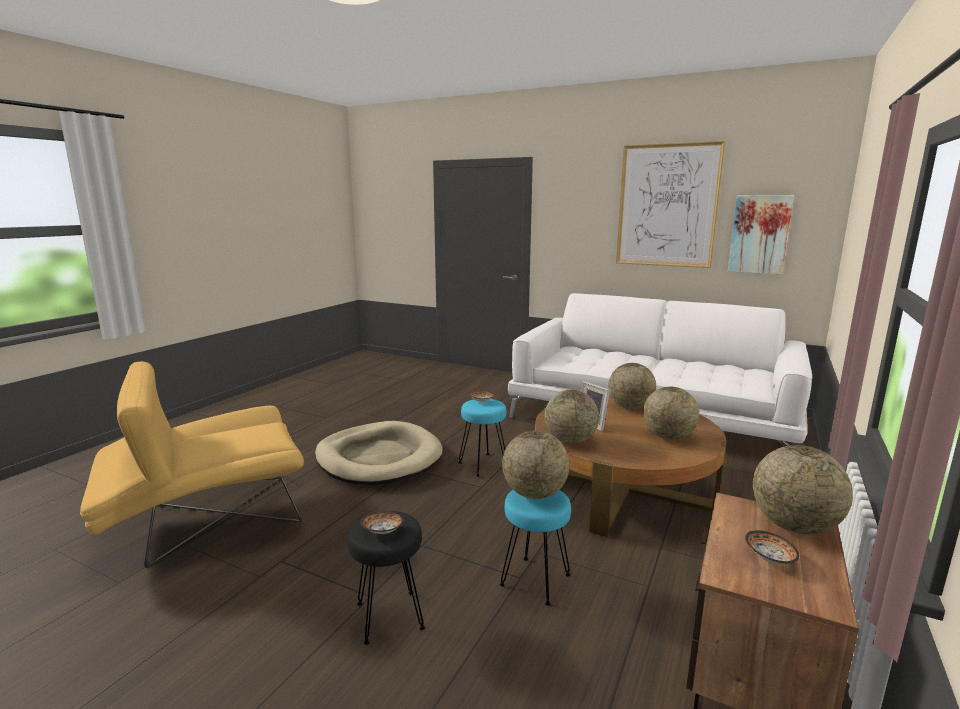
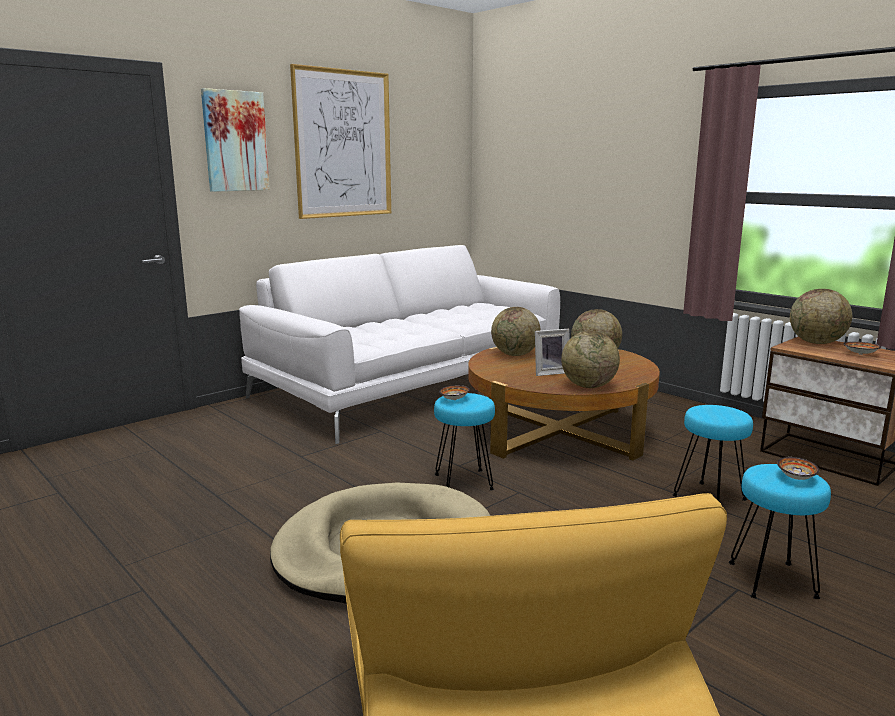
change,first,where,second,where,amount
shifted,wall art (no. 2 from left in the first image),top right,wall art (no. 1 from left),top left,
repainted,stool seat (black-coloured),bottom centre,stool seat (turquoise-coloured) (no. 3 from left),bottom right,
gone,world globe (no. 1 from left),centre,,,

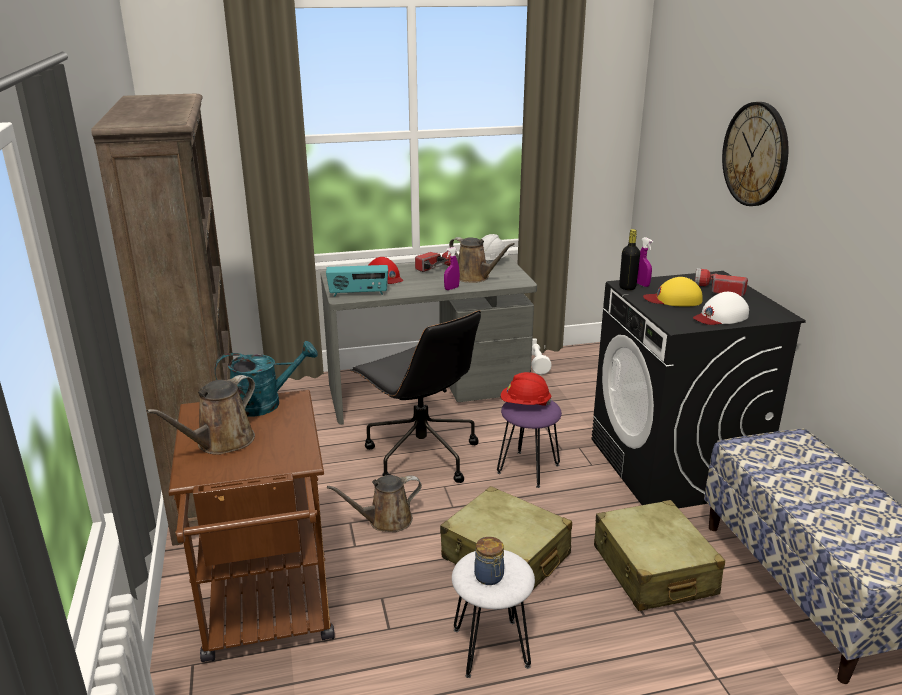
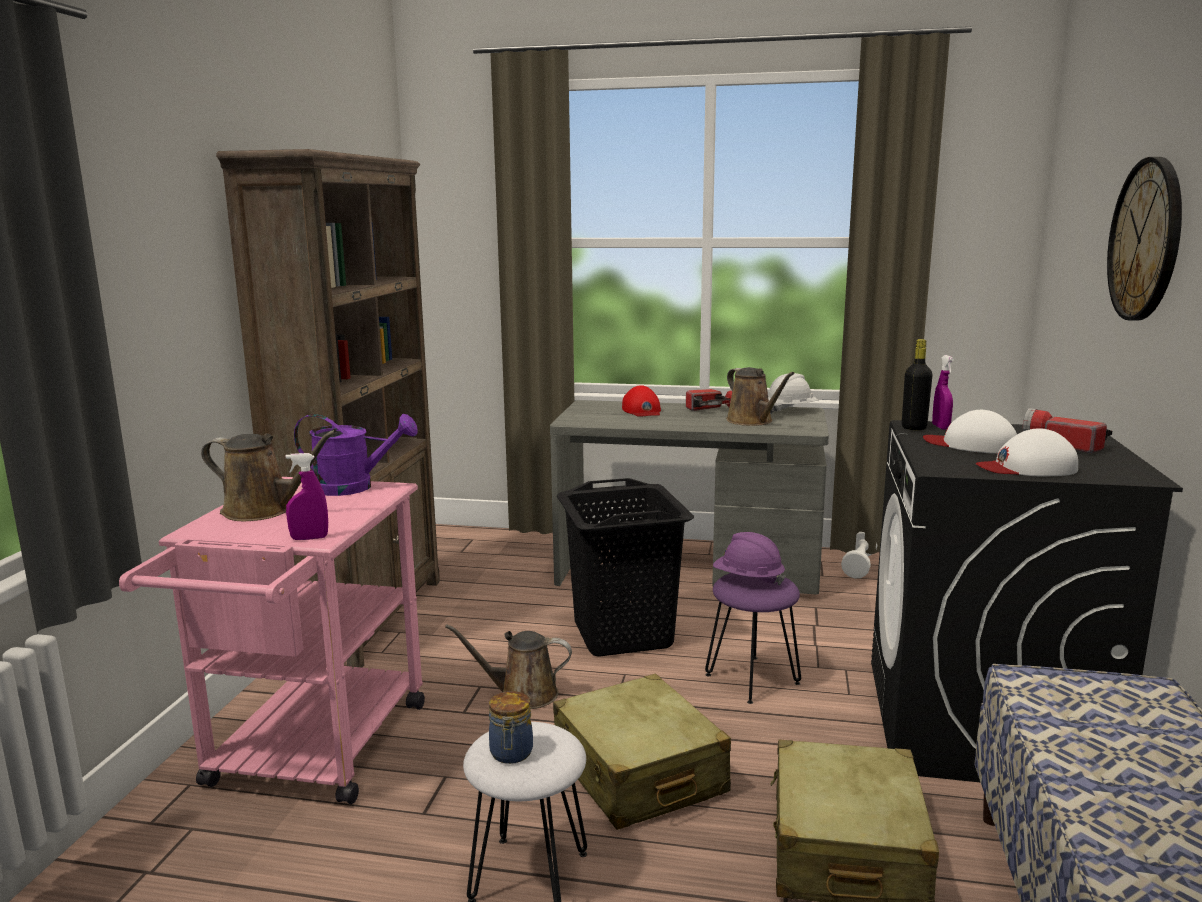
change,first,where,second,where,amount
repainted,cart (brown),bottom left,cart (pinkish),bottom left,
rotated,sprinkling can (brown) (no. 1 from left),middle left,,middle left,135 degrees counterclockwise
shifted,spray bottle (purple-coloured) (no. 1 from left),centre,,middle left,
repainted,sprinkling can (turquoise-coloured),middle left,sprinkling can (purple-coloured),middle left,
swapped,desk chair (black-coloured),centre,washing basket (black-coloured),centre,
repainted,work helmet (reddish),centre,work helmet (purple-coloured),centre,
repainted,peaked cap (yellow-coloured),middle right,peaked cap (white) (no. 1 from left),middle right,
gone,radio set,centre,,,

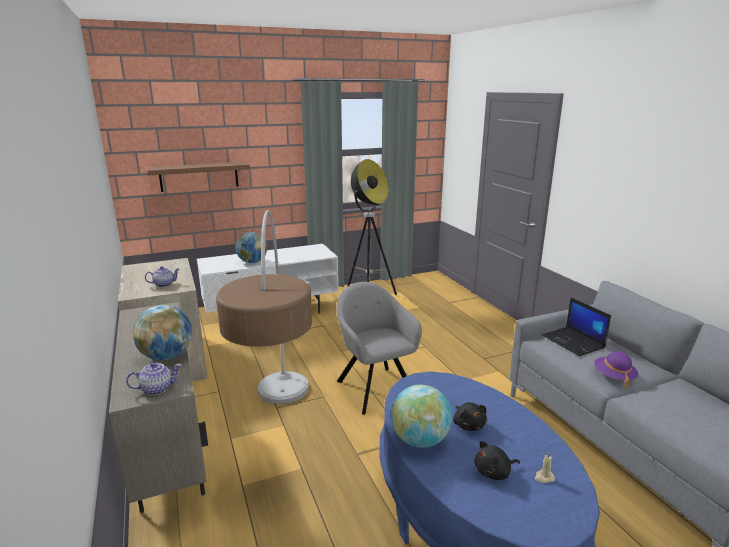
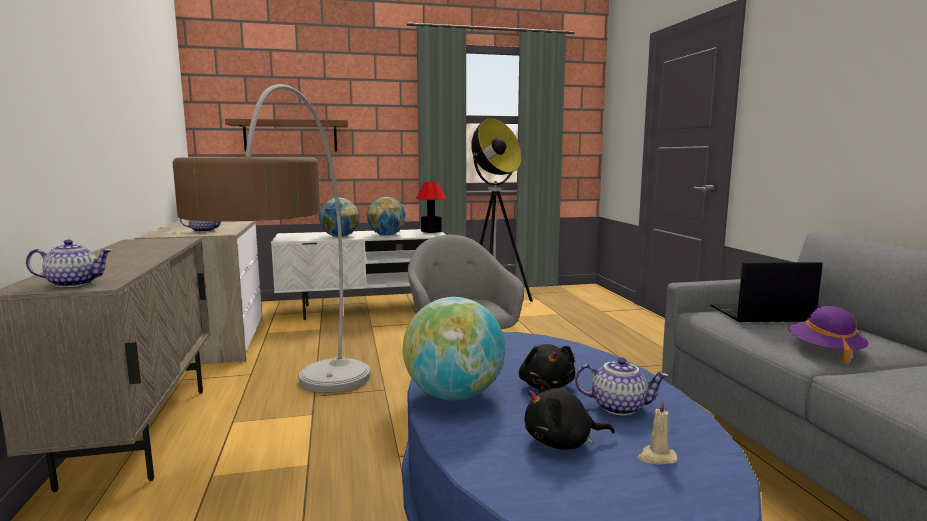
change,first,where,second,where,amount
shifted,world globe (no. 1 from left in the first image),middle left,world globe (no. 2 from left),centre,
new,,,lamp for a table,centre,
new,,,tea pot (no. 3 from left),bottom right,
rotated,portable computer,middle right,,middle right,105 degrees clockwise

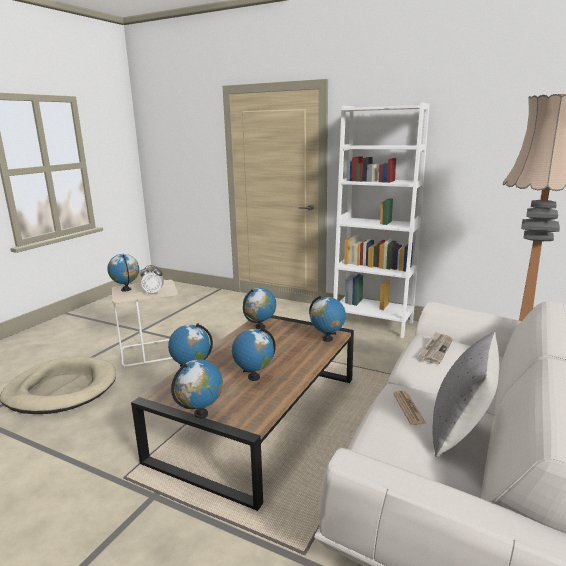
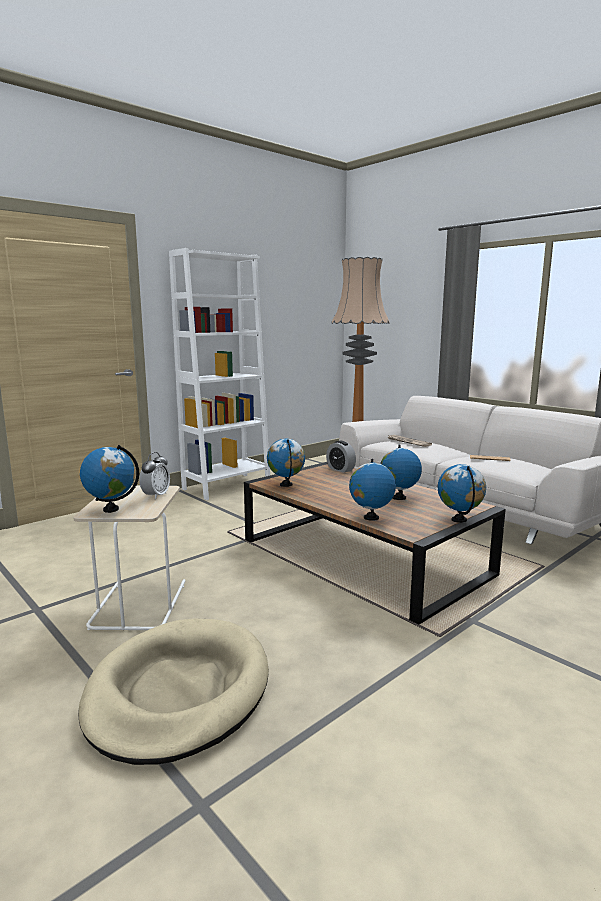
change,first,where,second,where,amount
swapped,world globe (no. 6 from left),centre,alarm clock (no. 2 from left),centre,
gone,cushion (grey),bottom right,,,

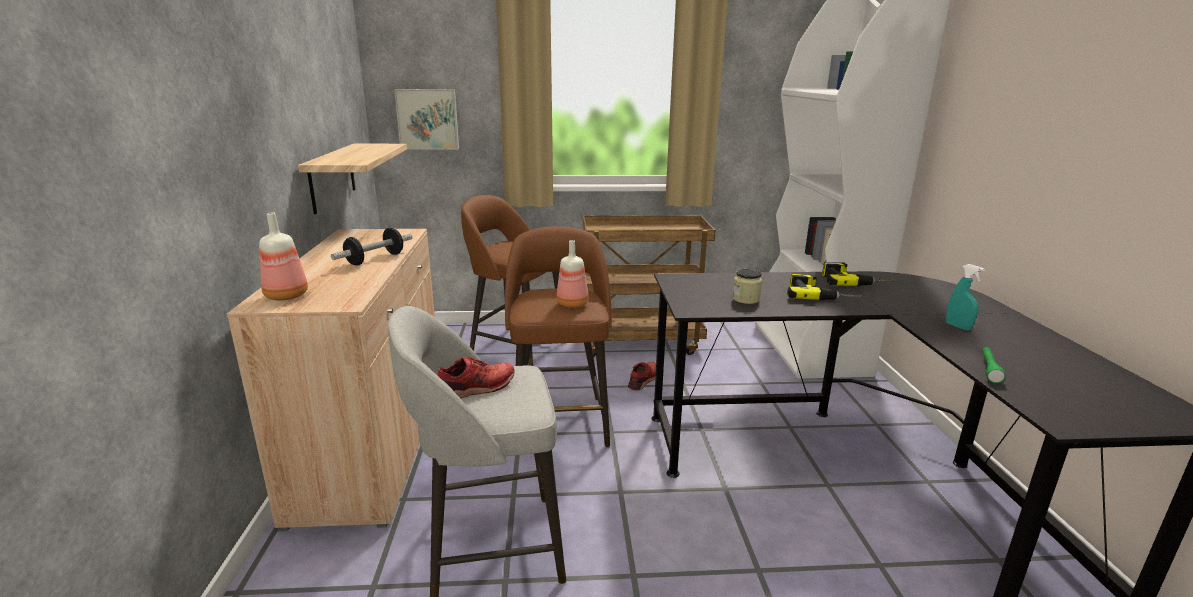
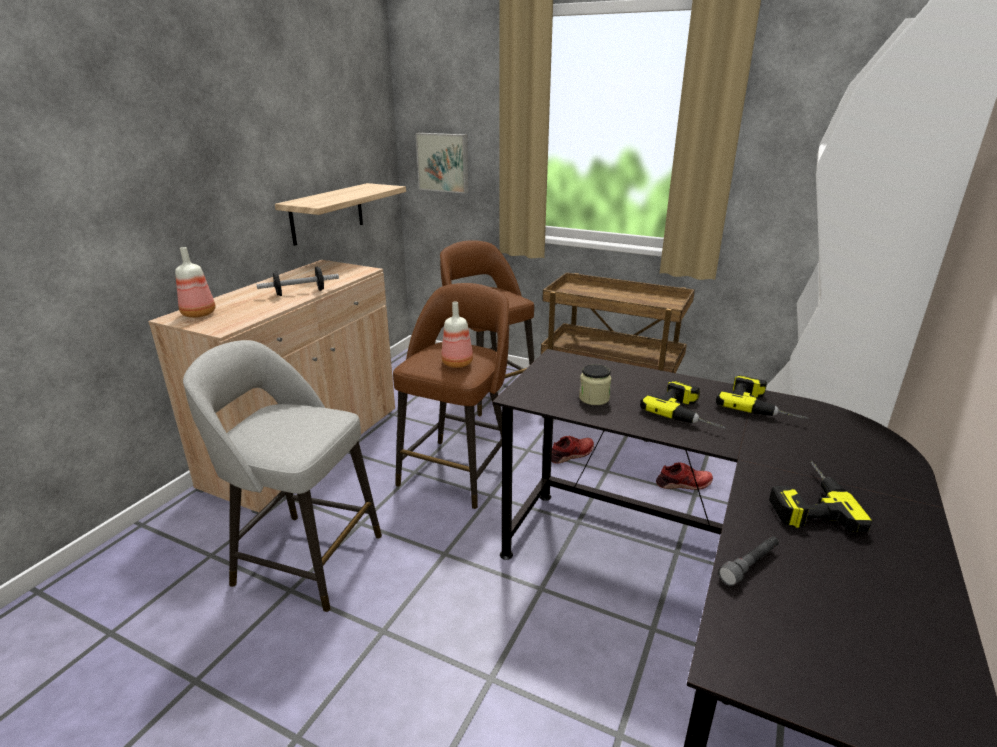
change,first,where,second,where,amount
shifted,shoe (reddish) (no. 1 from left in the first image),centre,shoe (reddish) (no. 2 from left),middle right,
repainted,torch (green),middle right,torch (grey),bottom right,
swapped,spray bottle (turquoise-coloured),middle right,electric drill (no. 3 from left),middle right,

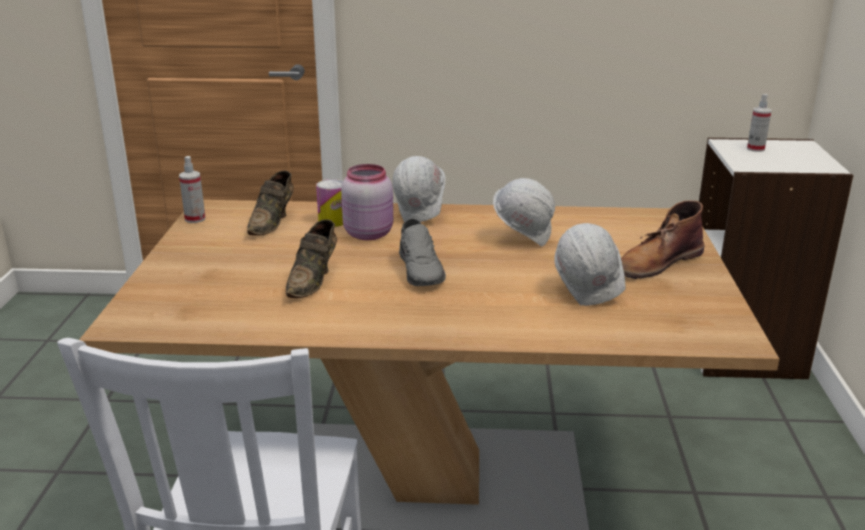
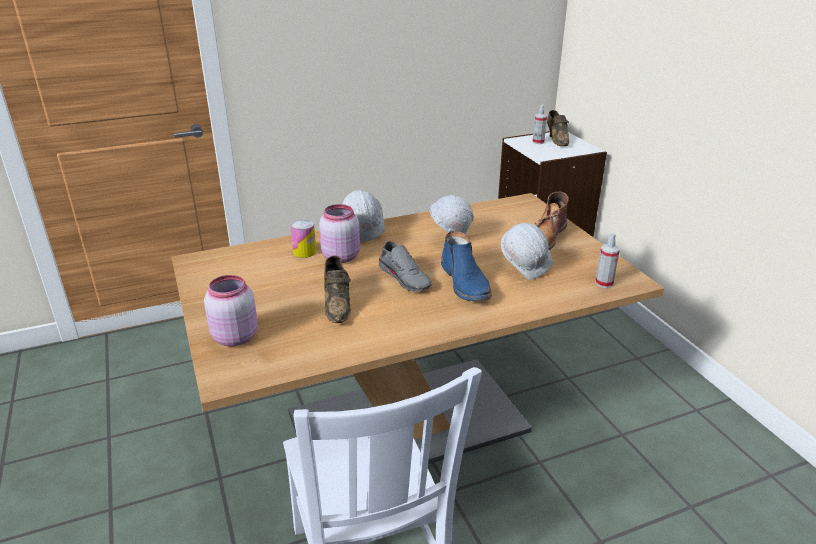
change,first,where,second,where,amount
new,,,storage jar (pinkish) (no. 1 from left),middle left,
new,,,high-top boot (blue),centre,
shifted,shoe (brown) (no. 1 from left in the first image),middle left,shoe (brown) (no. 2 from left),top right,
shifted,spray bottle (no. 1 from left in the first image),middle left,spray bottle (no. 2 from left),middle right,

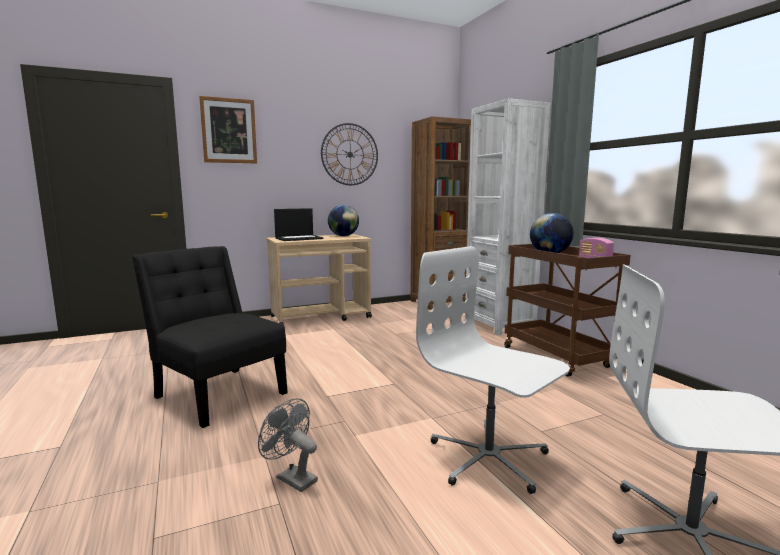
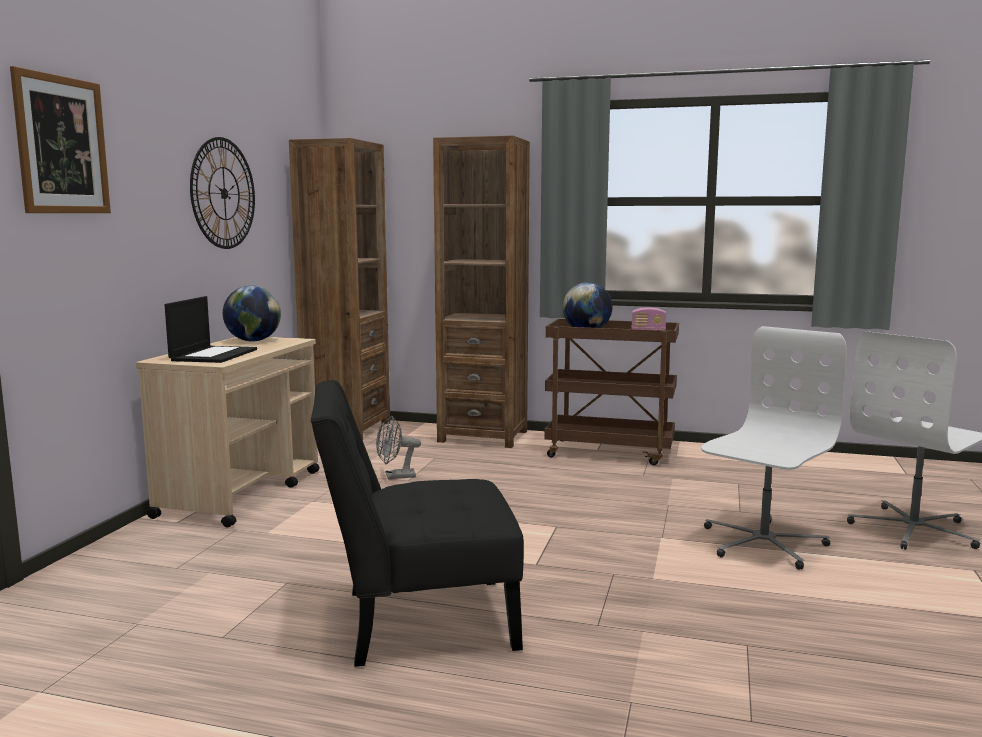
change,first,where,second,where,amount
shifted,fan (grey),bottom centre,,centre,
repainted,bookshelf (white),centre,bookshelf (brown) (no. 2 from left),centre,
rotated,desk chair (white) (no. 1 from left),bottom centre,,middle right,135 degrees clockwise

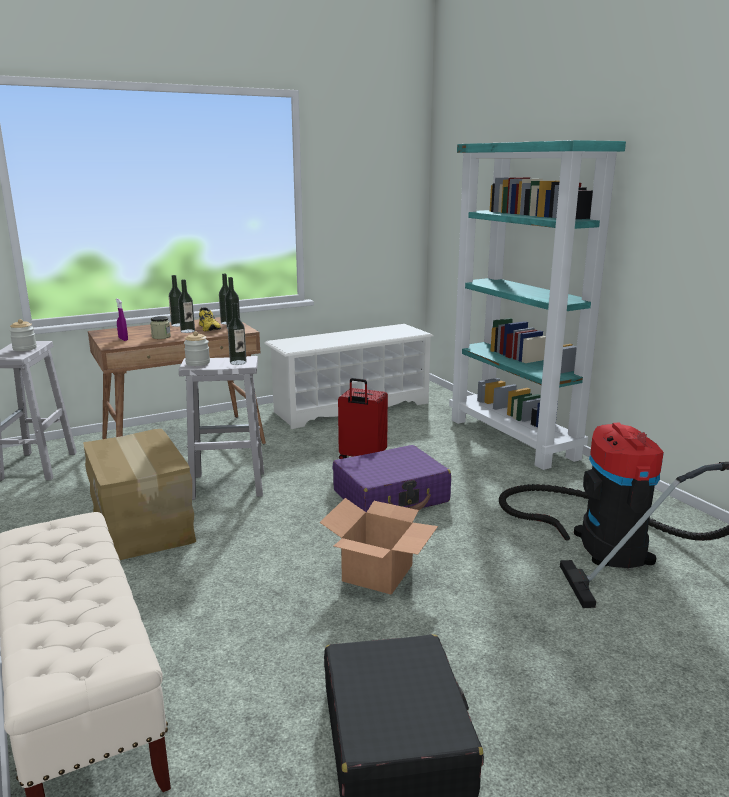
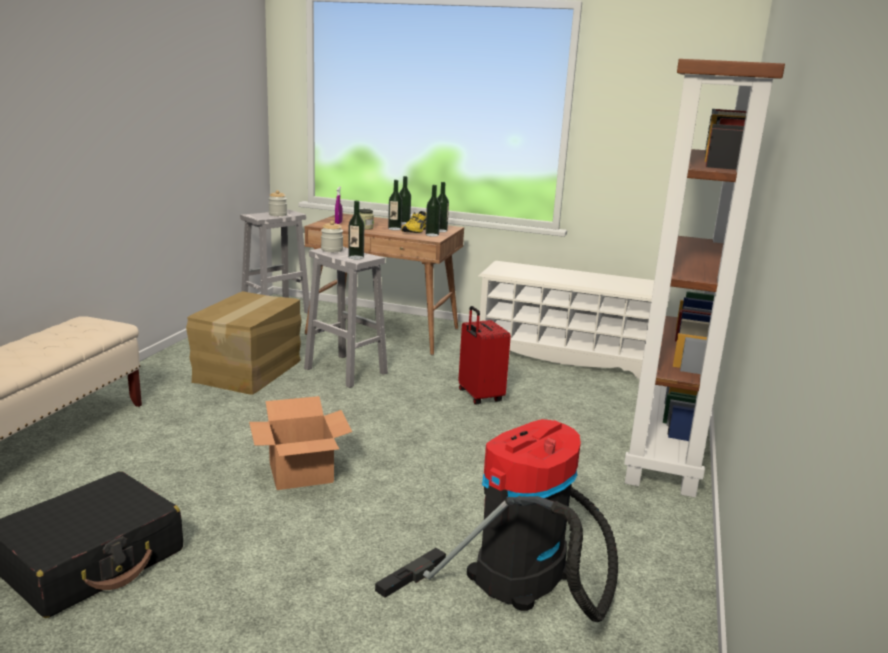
change,first,where,second,where,amount
repainted,bookshelf (turquoise-coloured),middle right,bookshelf (brown),middle right,
gone,piece of luggage (purple-coloured),centre,,,

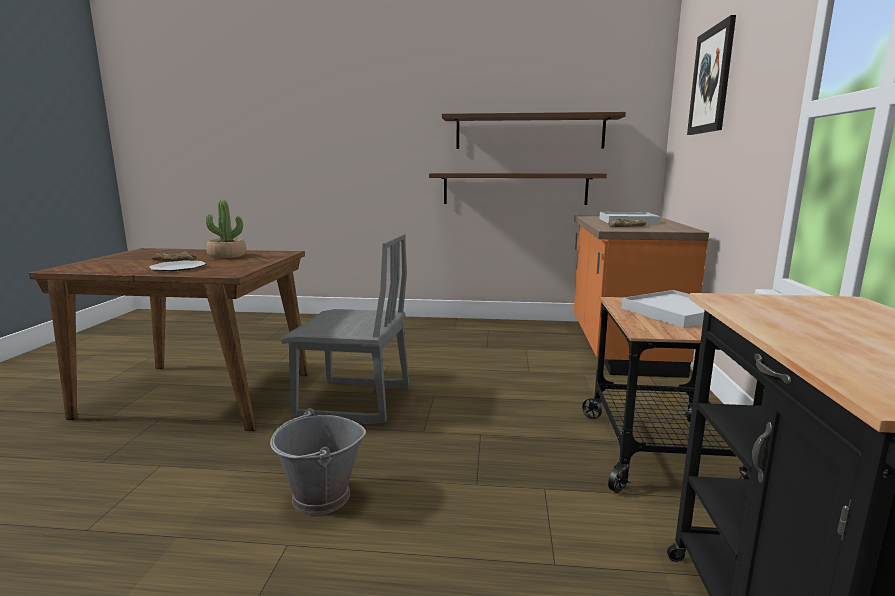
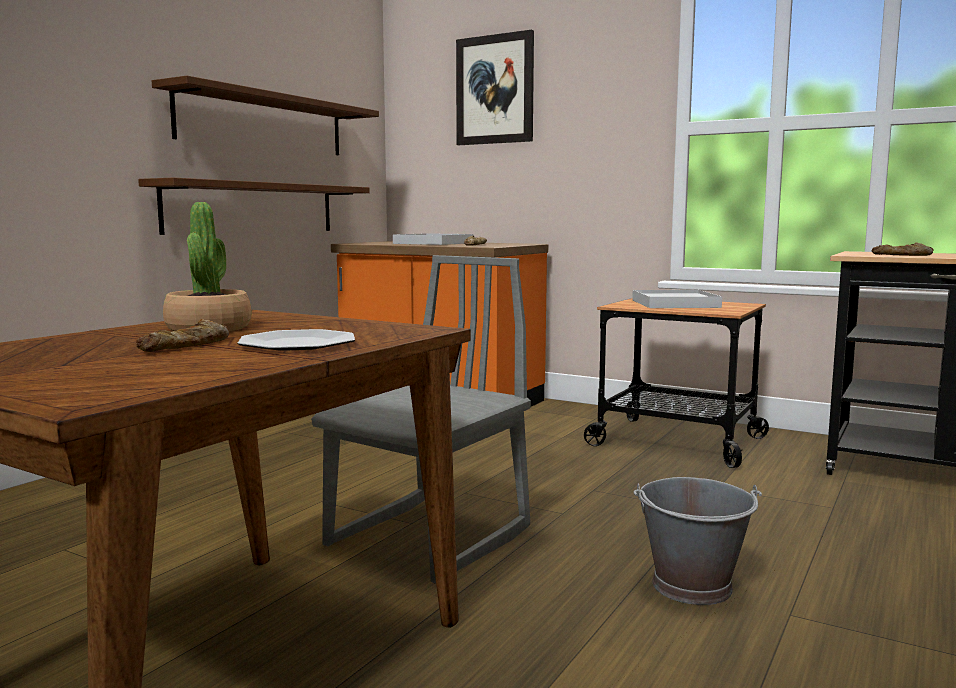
change,first,where,second,where,amount
new,,,bread (no. 3 from left),middle right,

